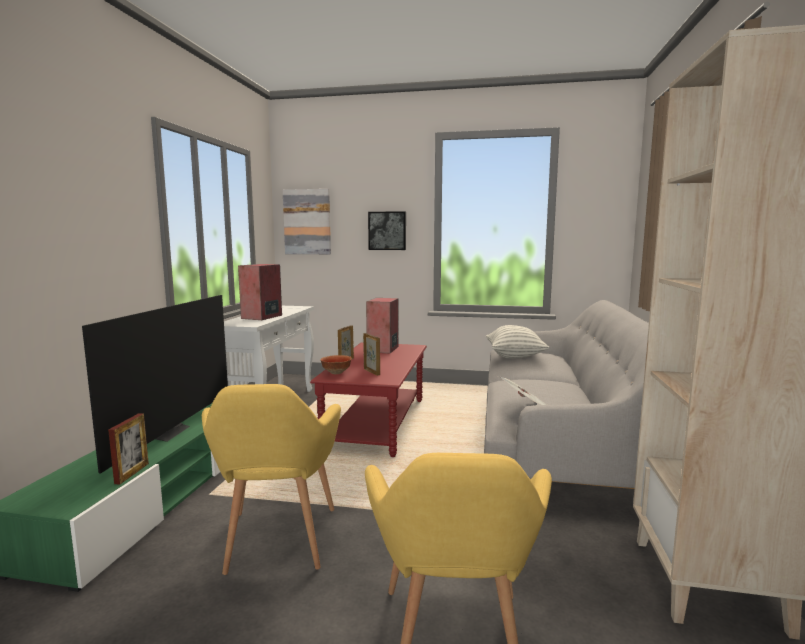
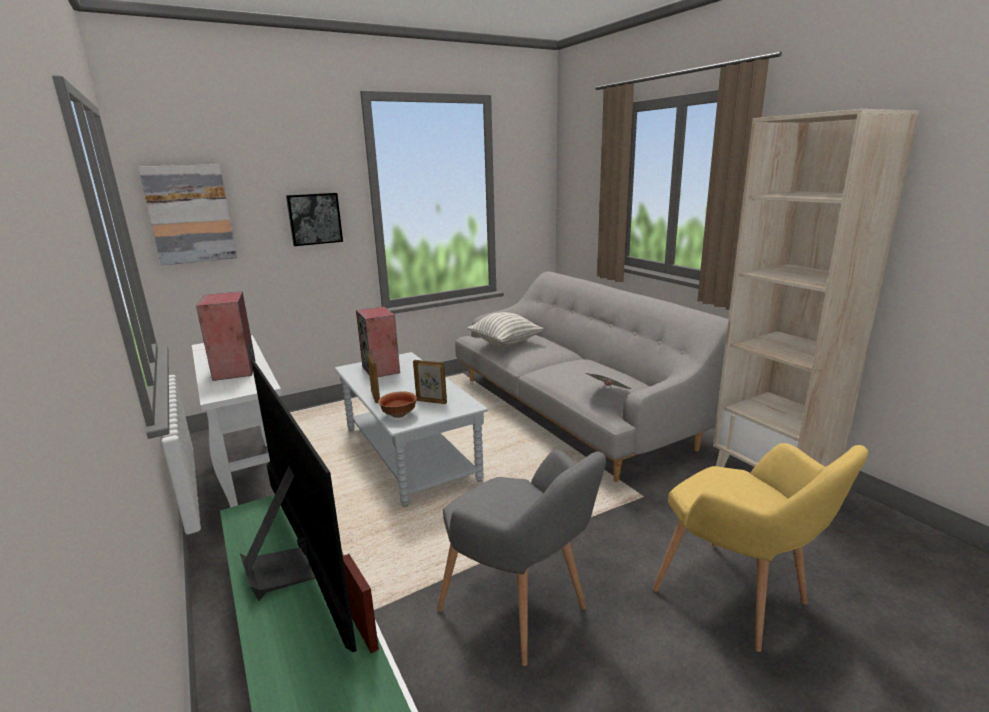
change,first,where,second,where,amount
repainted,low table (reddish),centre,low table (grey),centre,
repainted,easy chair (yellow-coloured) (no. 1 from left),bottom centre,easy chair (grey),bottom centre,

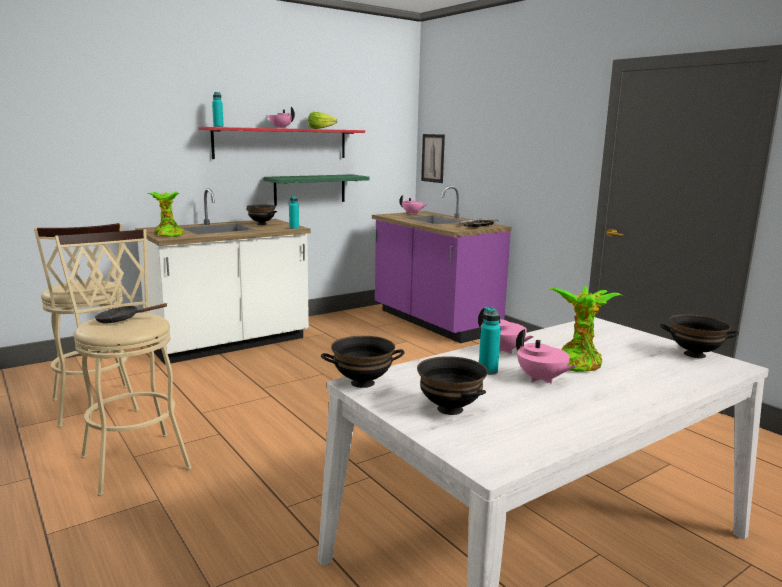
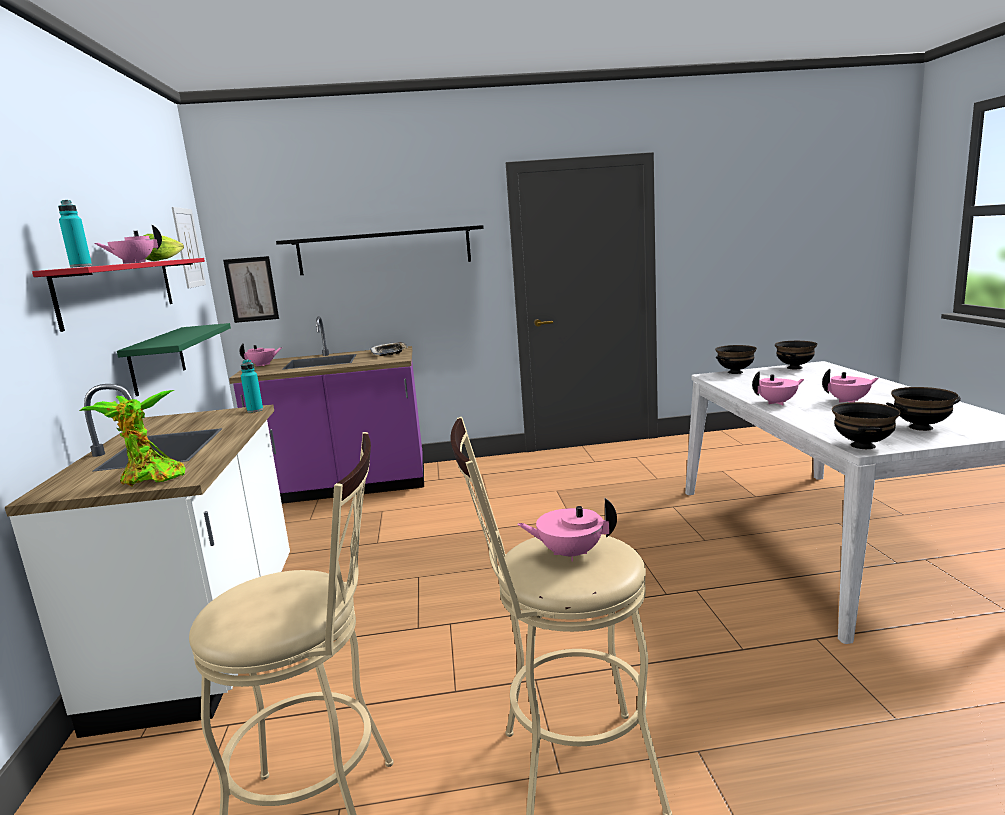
change,first,where,second,where,amount
new,,,wall art (no. 1 from left),top left,
new,,,shelf (black-coloured),top centre,
swapped,frying pan (black-coloured),middle left,tea pot (pinkish) (no. 3 from left),centre,
shifted,deep dish (black-coloured) (no. 1 from left),centre,,middle right,
gone,bottle (turquoise-coloured) (no. 3 from left),centre,,,
gone,houseplant (no. 2 from left),middle right,,,

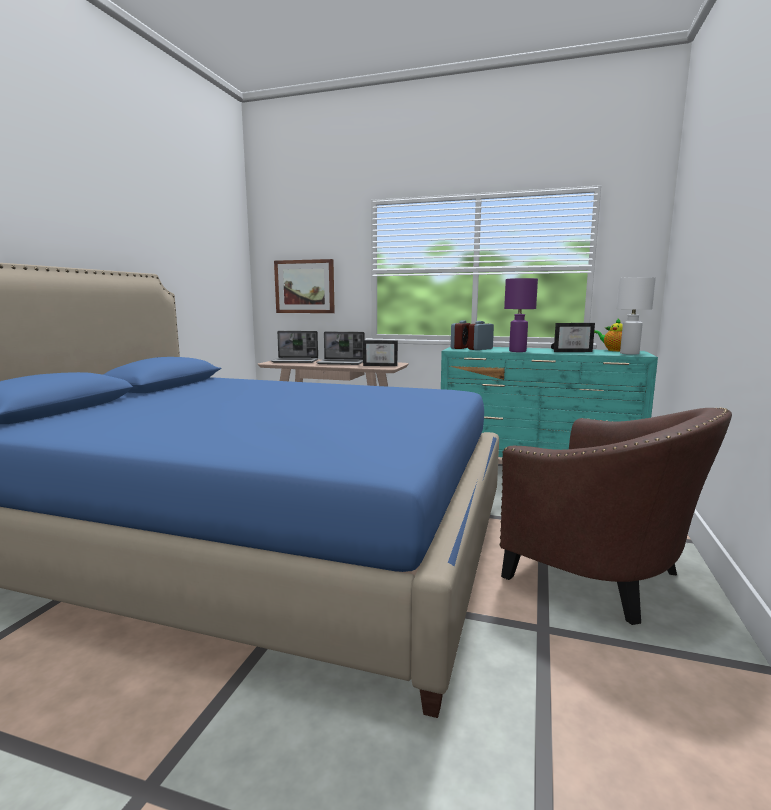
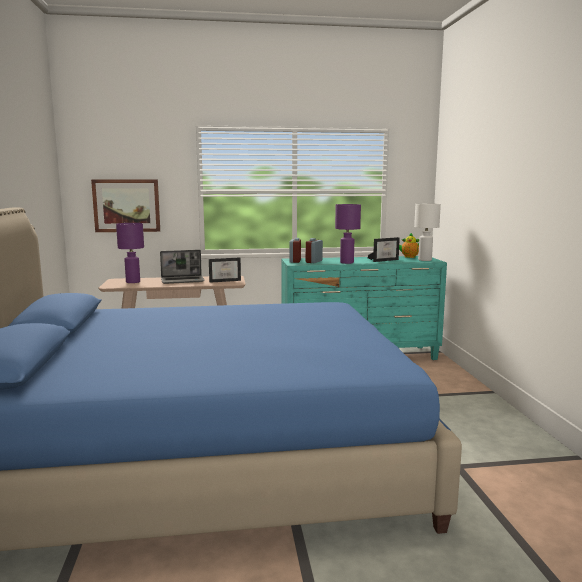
change,first,where,second,where,amount
swapped,portable computer (no. 1 from left),centre,lamp for a table (purple-coloured) (no. 1 from left),middle left,
gone,easy chair (brown),middle right,,,

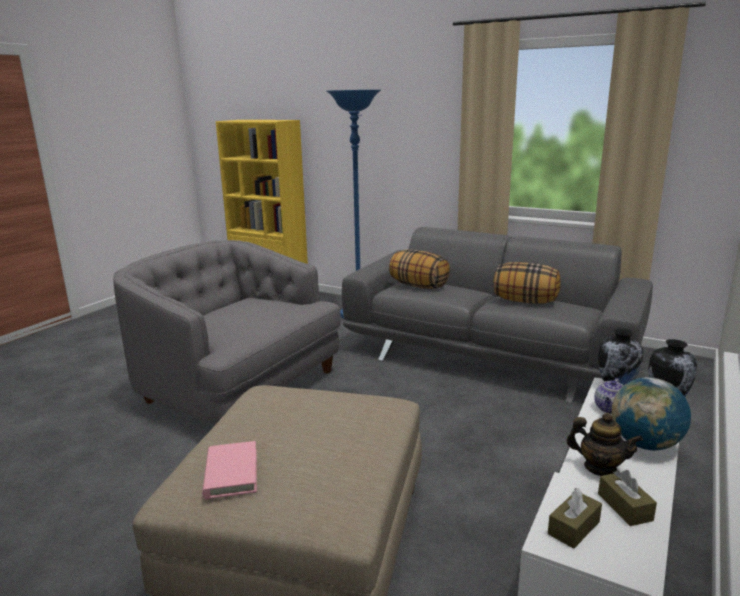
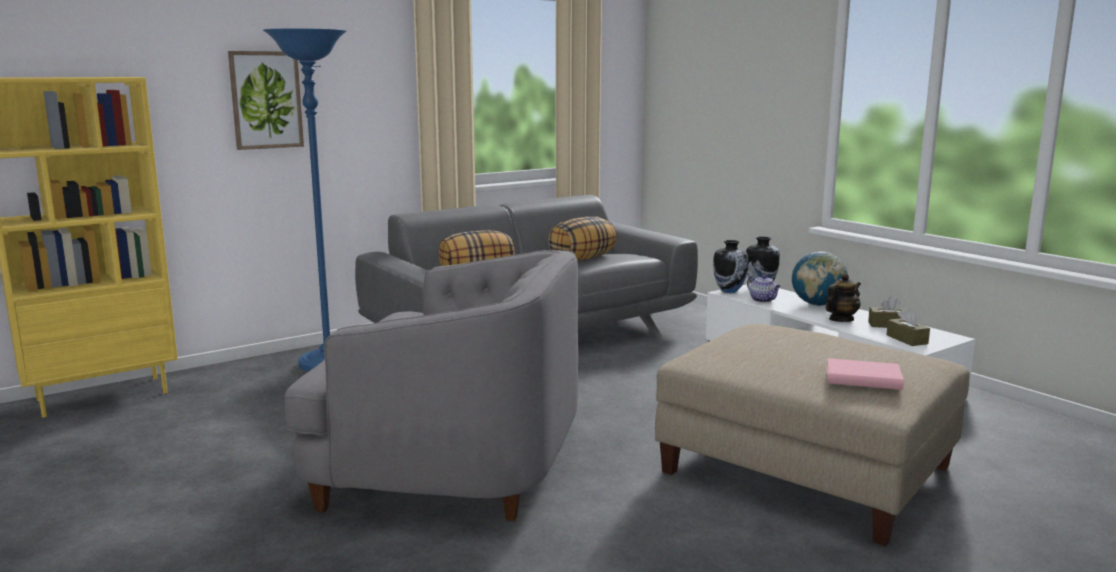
change,first,where,second,where,amount
new,,,wall art,top left,
rotated,easy chair (grey),middle left,,bottom centre,135 degrees counterclockwise

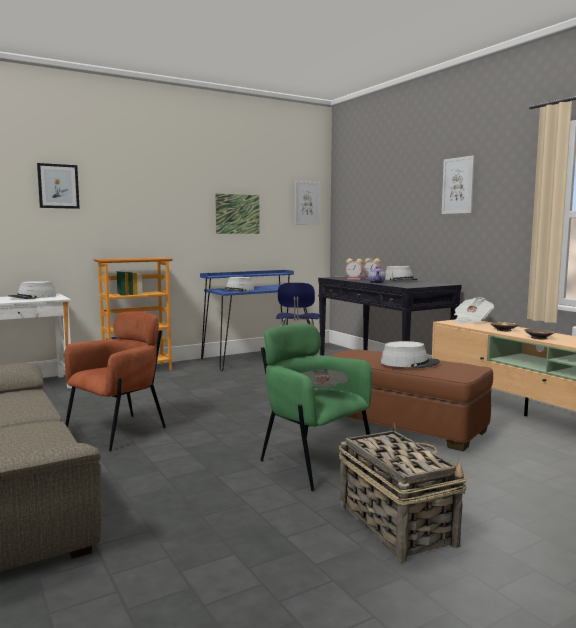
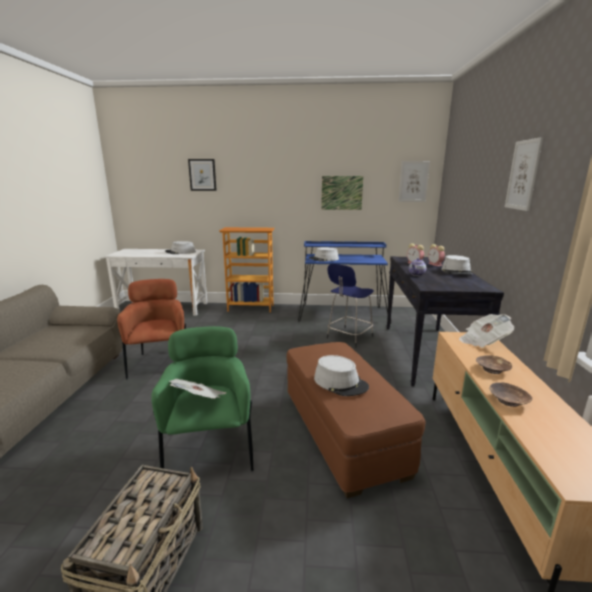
change,first,where,second,where,amount
rotated,easy chair (brown),middle left,,middle left,90 degrees counterclockwise

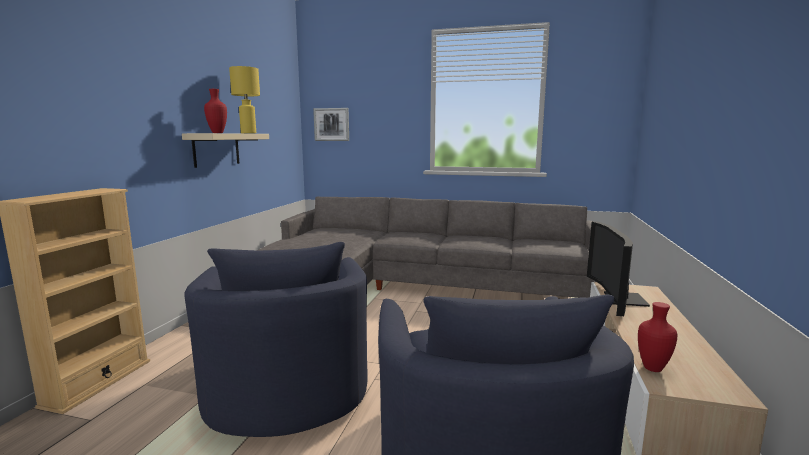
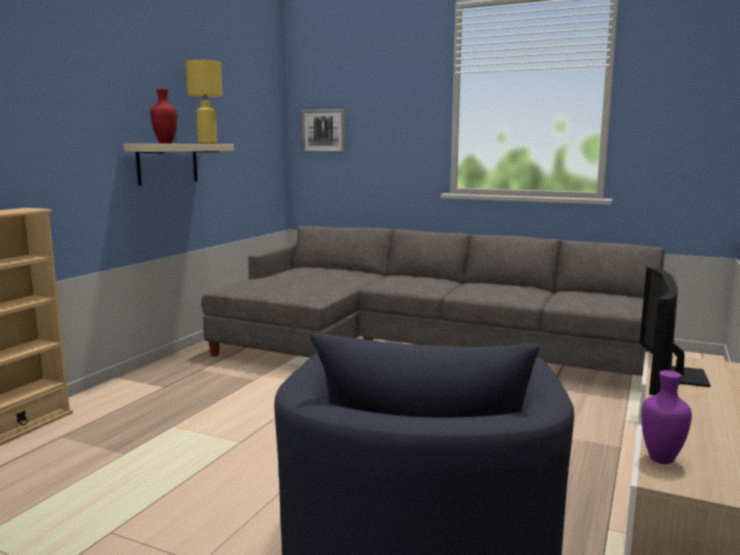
change,first,where,second,where,amount
repainted,decorative vase (reddish) (no. 2 from left),bottom right,decorative vase (purple-coloured),bottom right,
gone,easy chair (blue) (no. 1 from left),bottom centre,,,

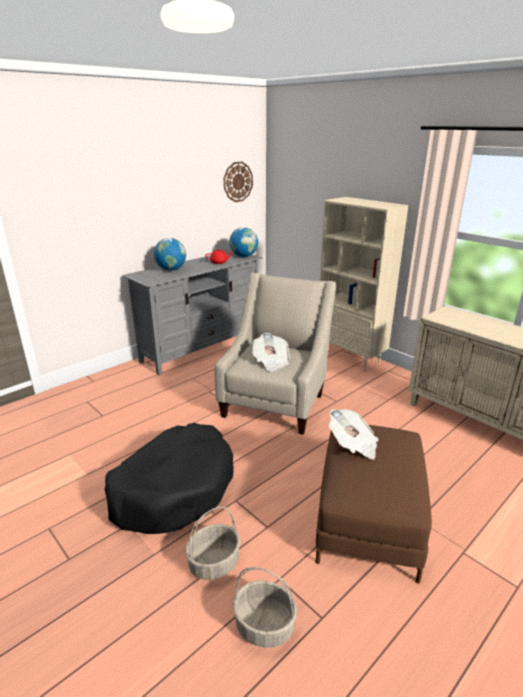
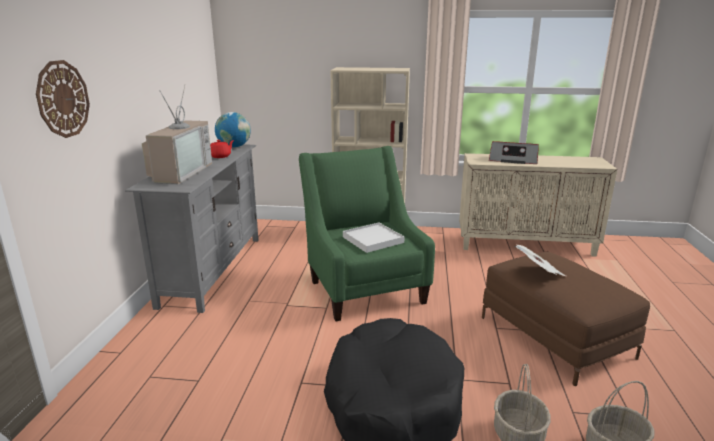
change,first,where,second,where,amount
shifted,hanging clock,top centre,,top left,
swapped,world globe (no. 1 from left),middle left,TV set,top left,
repainted,easy chair (beige),centre,easy chair (green),centre,
swapped,newspaper (no. 1 from left),centre,serving tray (white),centre,
new,,,radio set,middle right,

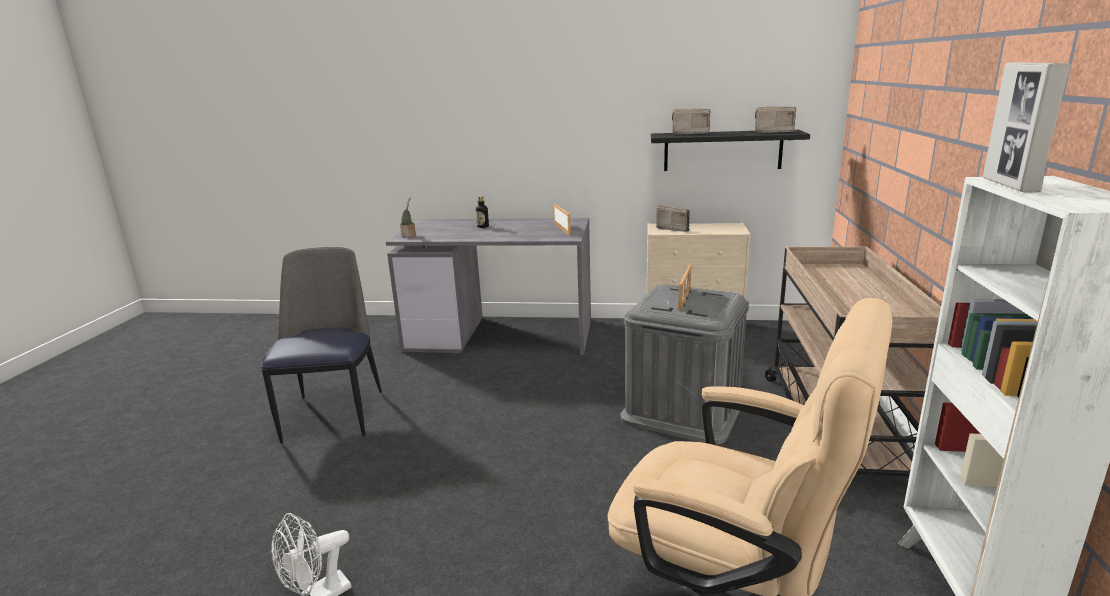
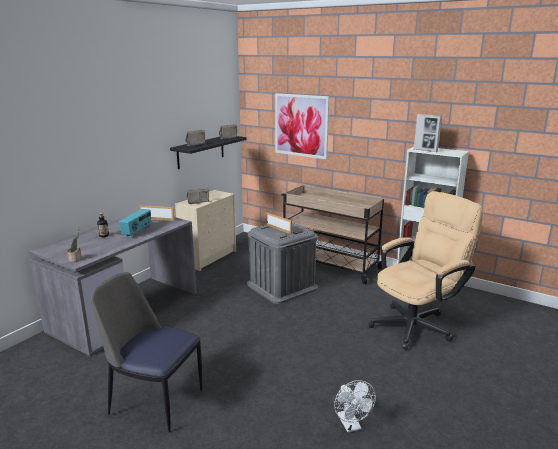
change,first,where,second,where,amount
new,,,radio set (no. 1 from left),middle left,
new,,,wall art,top centre,

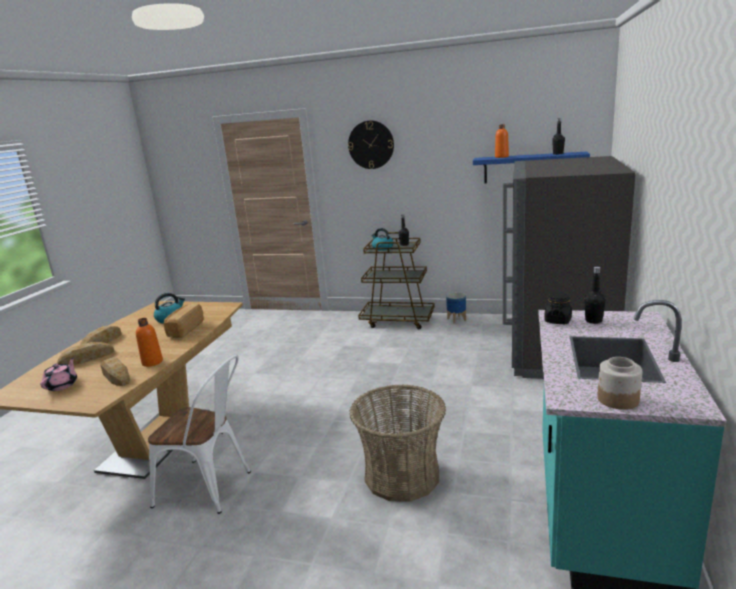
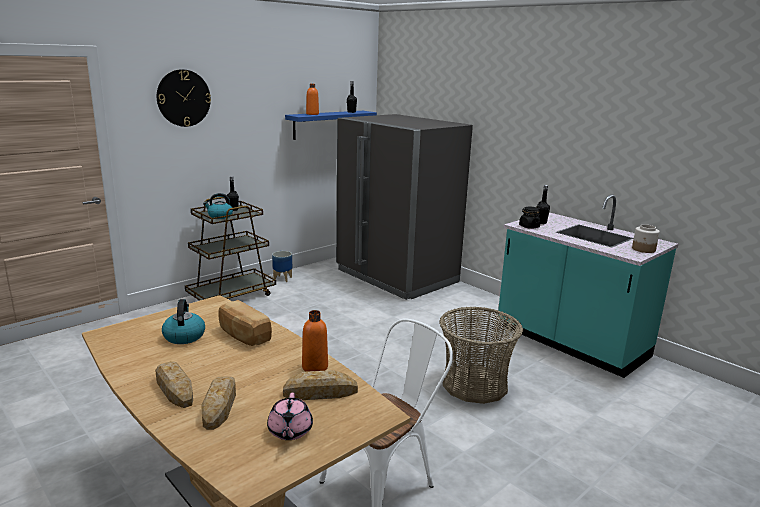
change,first,where,second,where,amount
rotated,tea pot (pinkish),middle left,,bottom centre,135 degrees counterclockwise

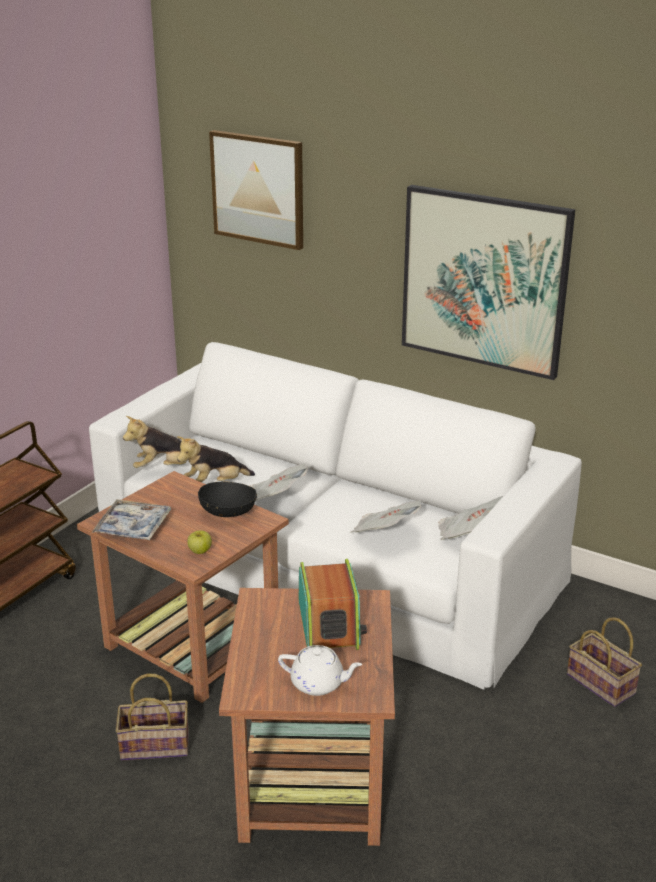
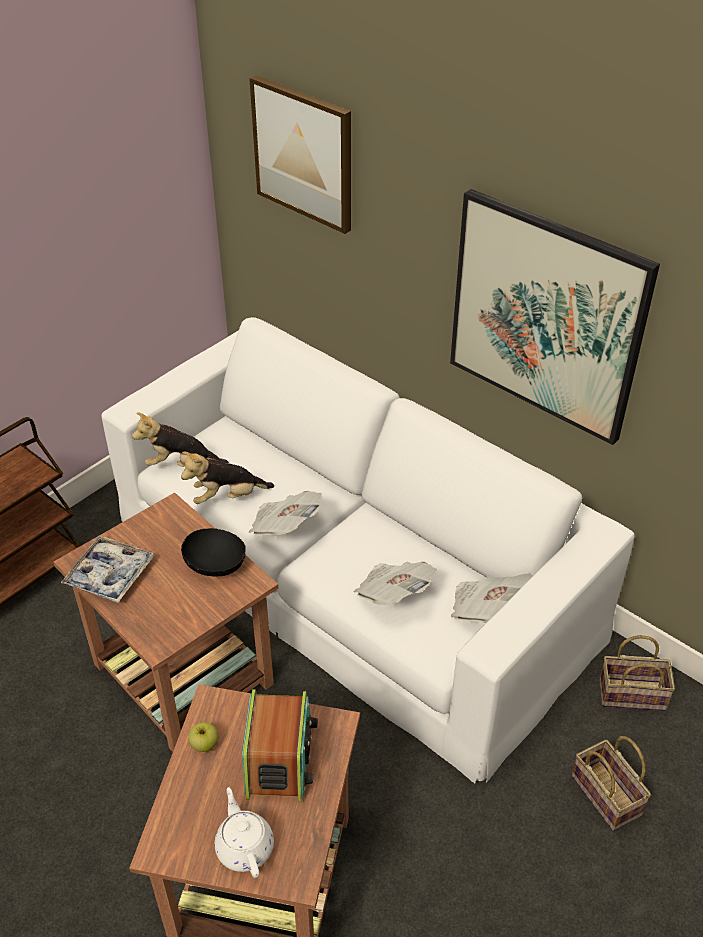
change,first,where,second,where,amount
shifted,apple,middle left,,bottom left,
rotated,tea pot (white),bottom centre,,bottom centre,135 degrees counterclockwise
shifted,household basket (no. 1 from left in the first image),bottom left,household basket (no. 2 from left),bottom right,

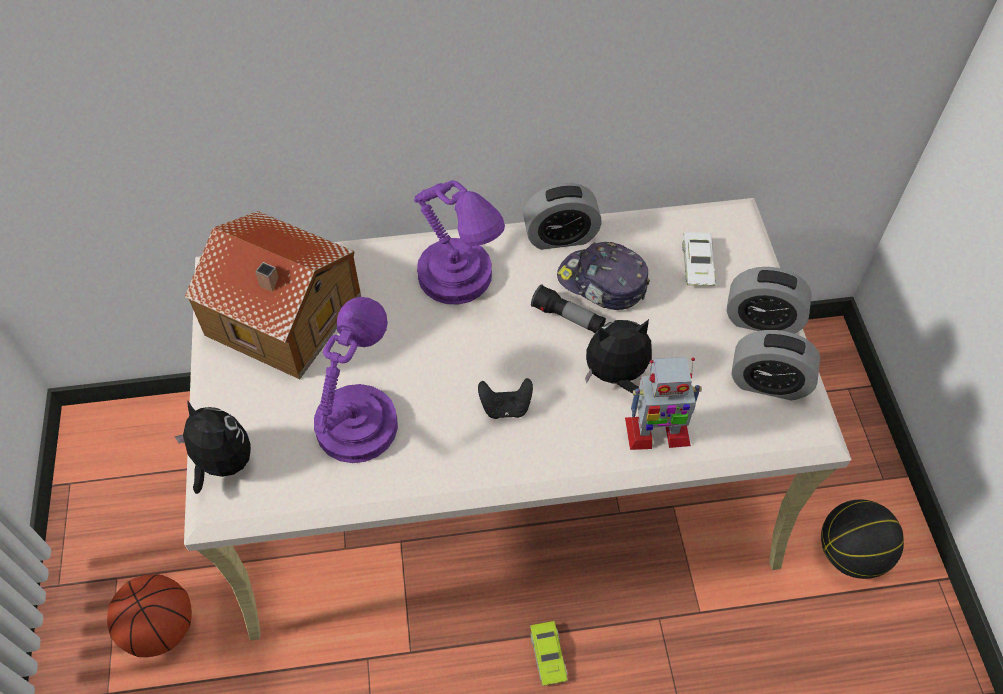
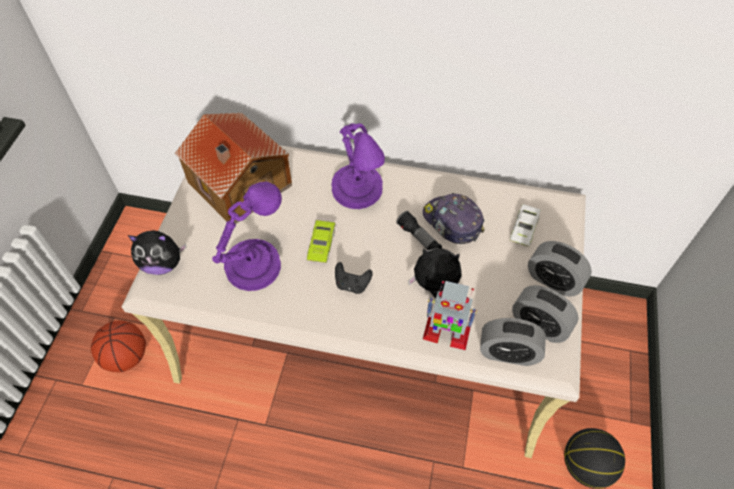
change,first,where,second,where,amount
rotated,plush toy (no. 1 from left),middle left,,middle left,120 degrees clockwise
shifted,miniature car (green),bottom centre,,centre,
shifted,alarm clock (no. 1 from left),top centre,,bottom right,

